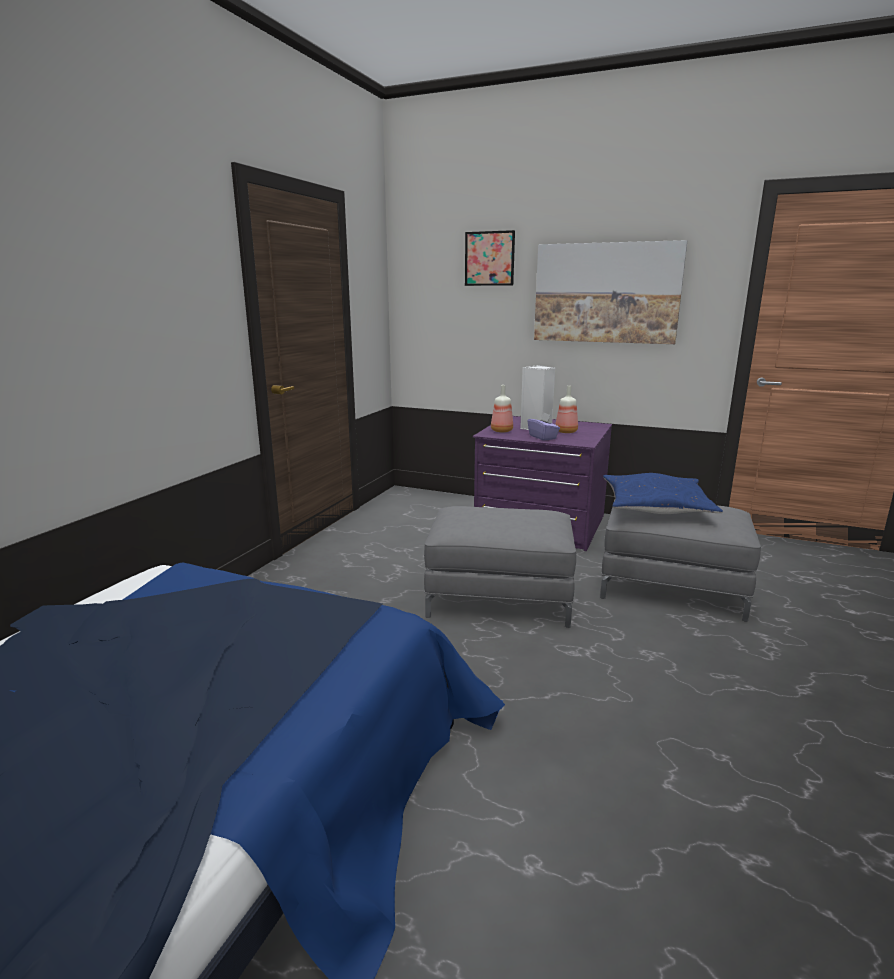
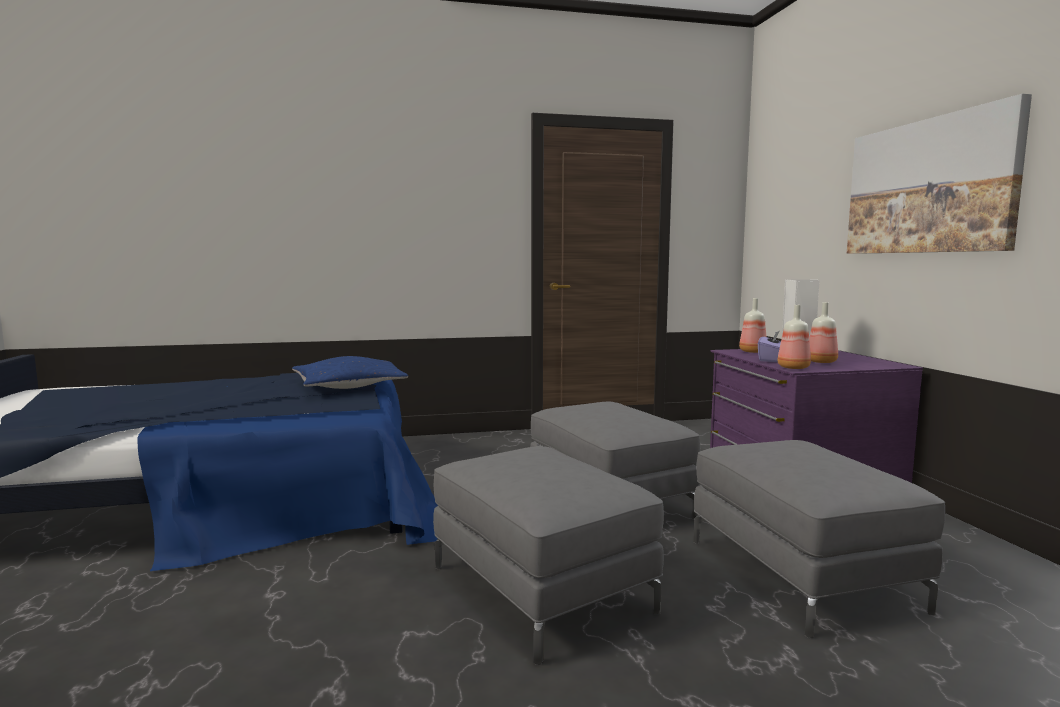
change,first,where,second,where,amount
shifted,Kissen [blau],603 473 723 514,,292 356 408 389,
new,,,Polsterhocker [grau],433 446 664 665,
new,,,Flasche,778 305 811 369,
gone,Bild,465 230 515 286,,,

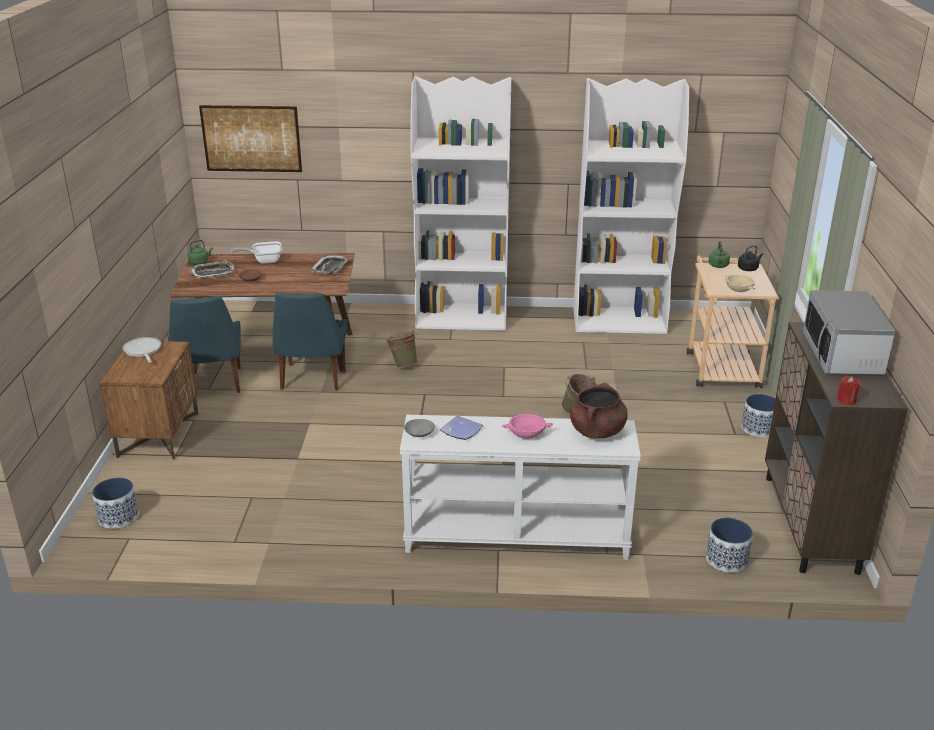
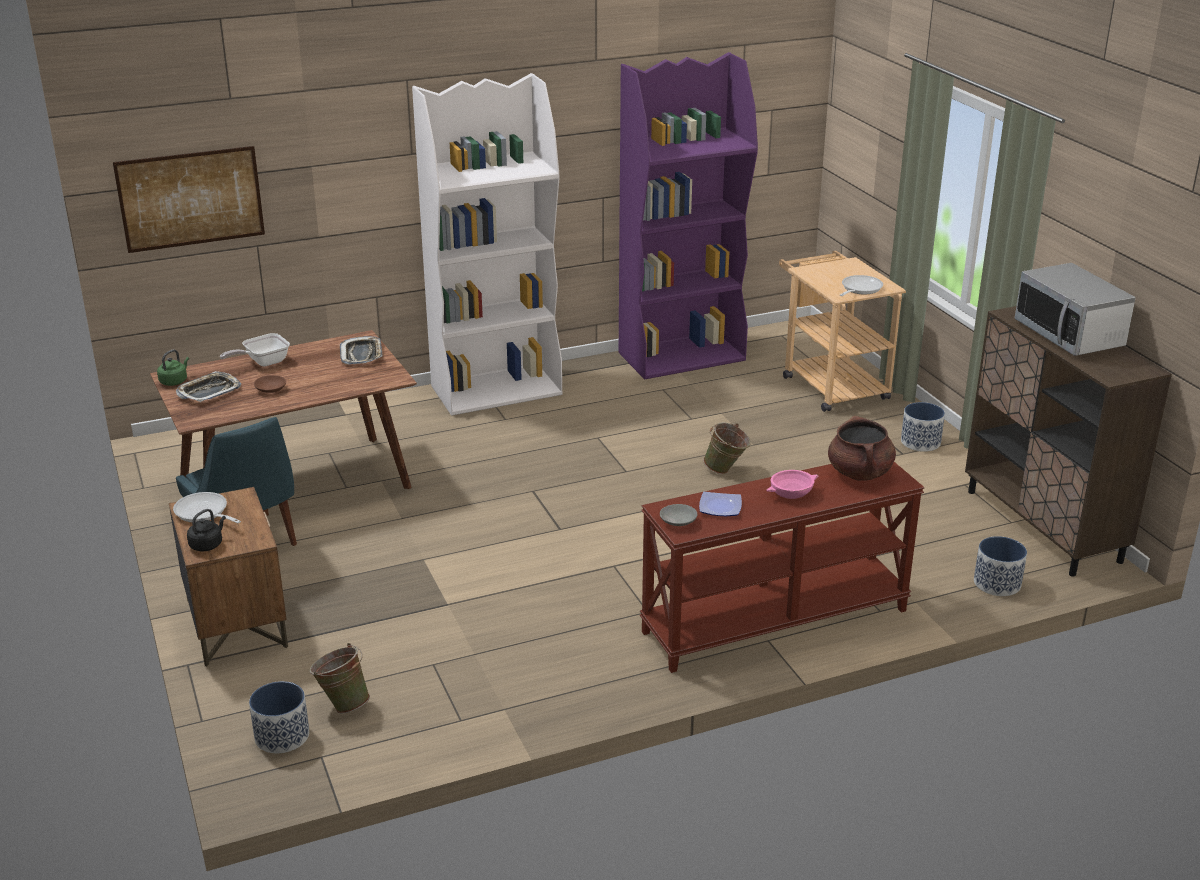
change,first,where,second,where,amount
shifted,Wasserkessel [schwarz],738 245 763 271,,187 509 226 552,
shifted,Eimer [grün],386 330 417 368,,309 643 370 714,
repainted,Bücherregal [weiß],573 78 689 334,Bücherregal [lila],619 52 758 380,
repainted,Konsolentisch [weiß],400 415 641 560,Konsolentisch [braun],640 462 924 673,
swapped,Schüssel [beige],726 275 755 292,Pfanne,840 275 883 296,
gone,Stuhl [blau],272 293 348 391,,,
gone,Wasserkessel [grün],708 241 730 268,,,
gone,Kerze [rot],837 376 861 405,,,

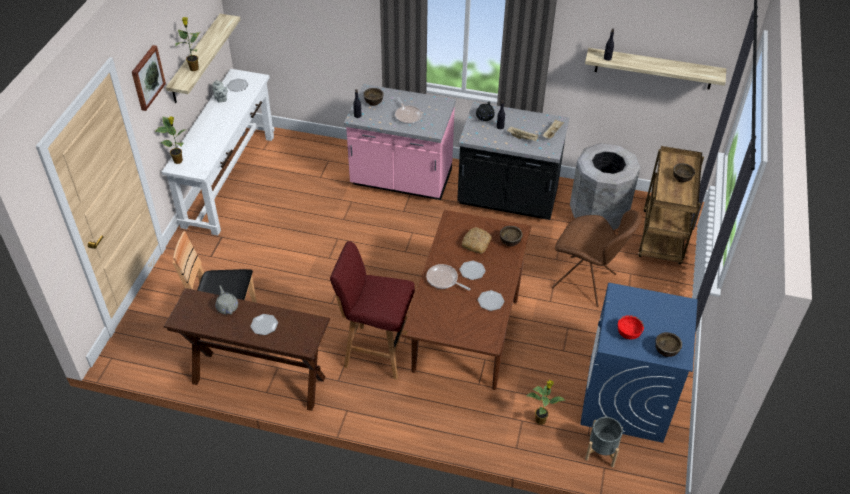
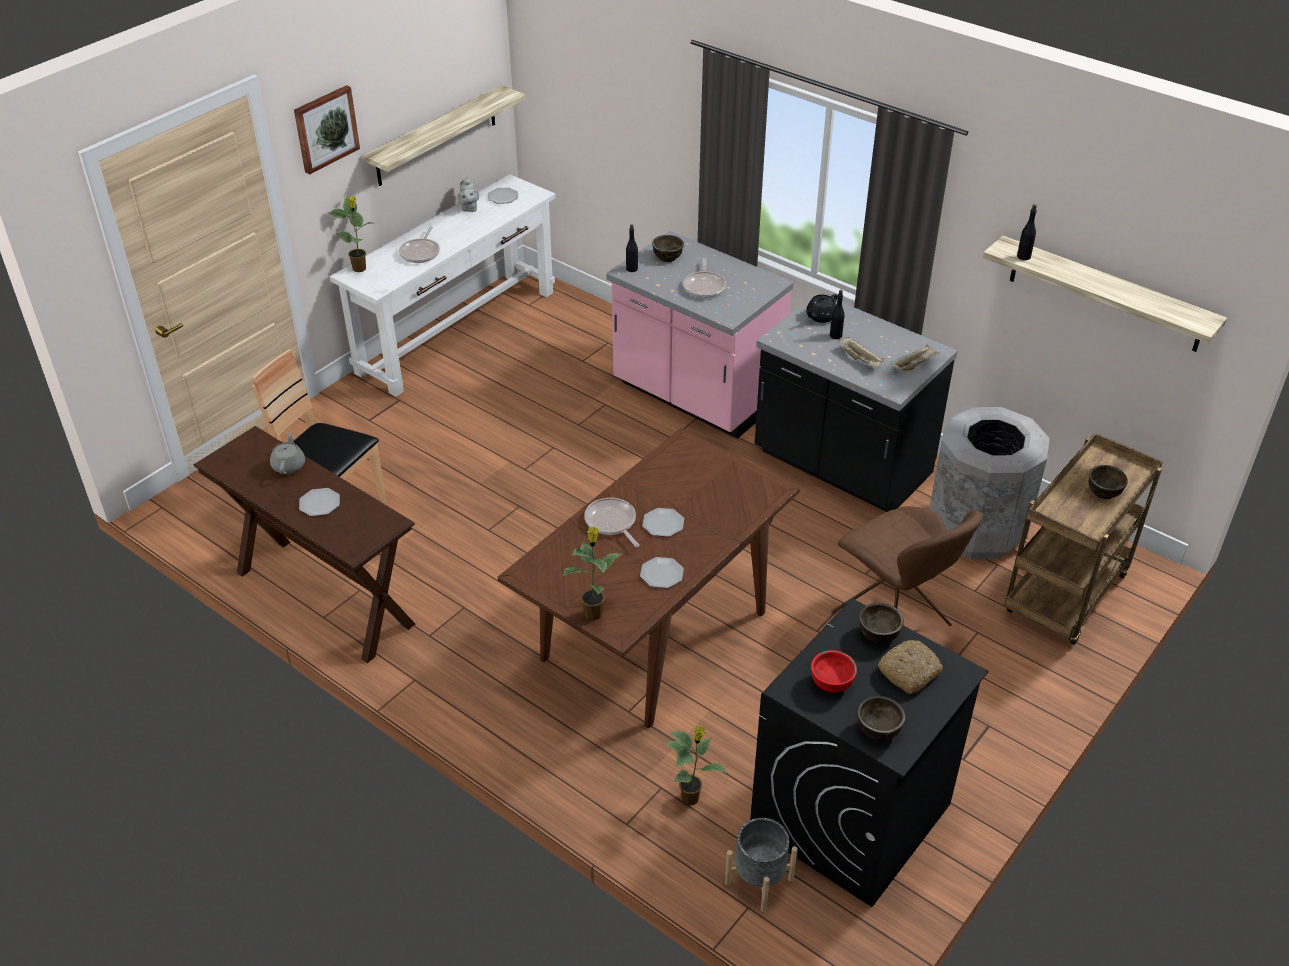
change,first,where,second,where,amount
new,,,Pfanne,399 226 440 263,
shifted,Topfpflanze,175 17 200 71,,562 527 623 621,
repainted,Waschmaschine [blau],580 283 698 443,Waschmaschine [schwarz],750 599 988 907,
shifted,Schüssel [braun],500 226 523 247,,859 603 904 644,
shifted,Brot,462 227 492 254,,878 640 943 694,
gone,Hocker [rot],330 241 415 379,,,

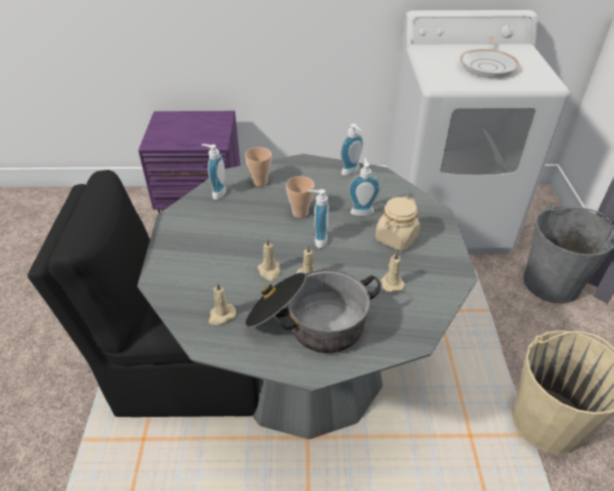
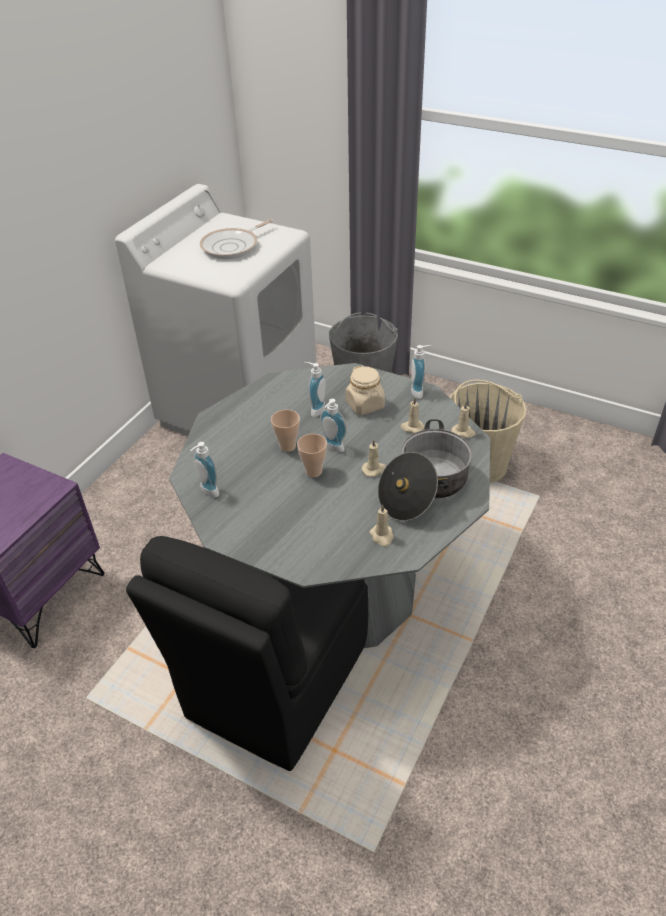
change,first,where,second,where,amount
rotated,Pfanne,460 36 519 78,,200 219 273 259,90 degrees clockwise
shifted,Tasse,245 147 272 187,,297 434 327 477,
shifted,Seifenspender,340 124 363 176,,411 345 432 399,
shifted,Kerze [beige],258 238 281 281,,451 402 476 438,

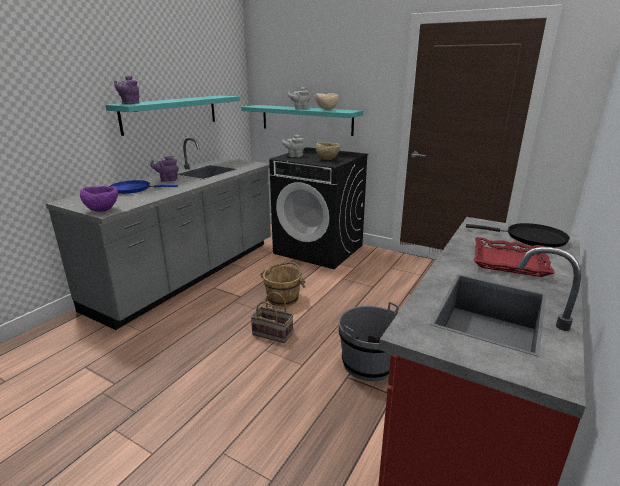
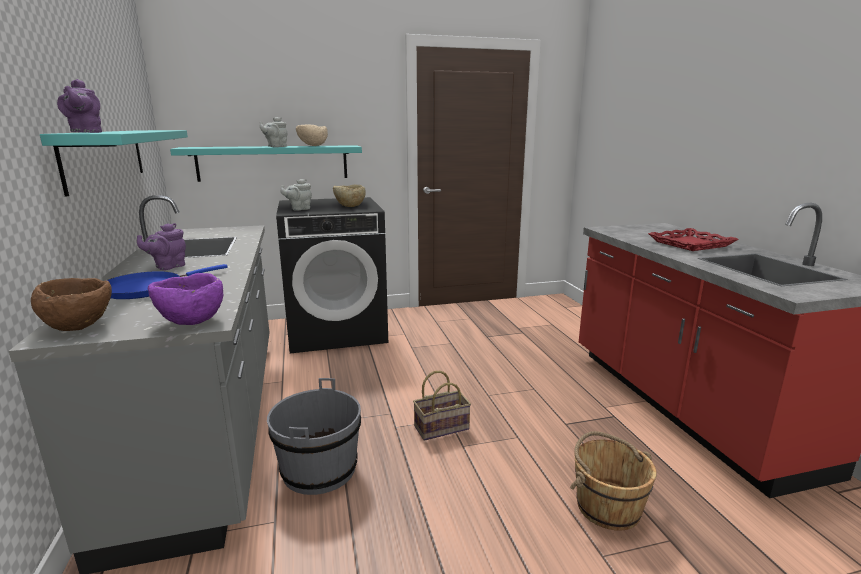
change,first,where,second,where,amount
new,,,Schüssel [braun],31 278 112 331,
shifted,Eimer [grau],339 301 399 381,,267 378 361 495,
shifted,Eimer [braun],260 262 306 306,,570 431 657 531,
gone,Pfanne [schwarz],466 223 570 247,,,

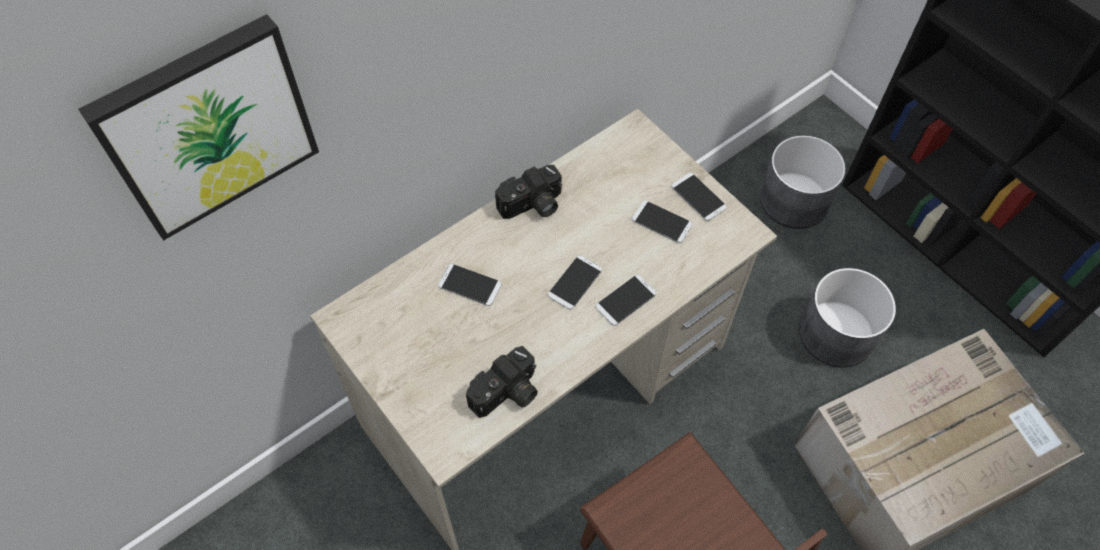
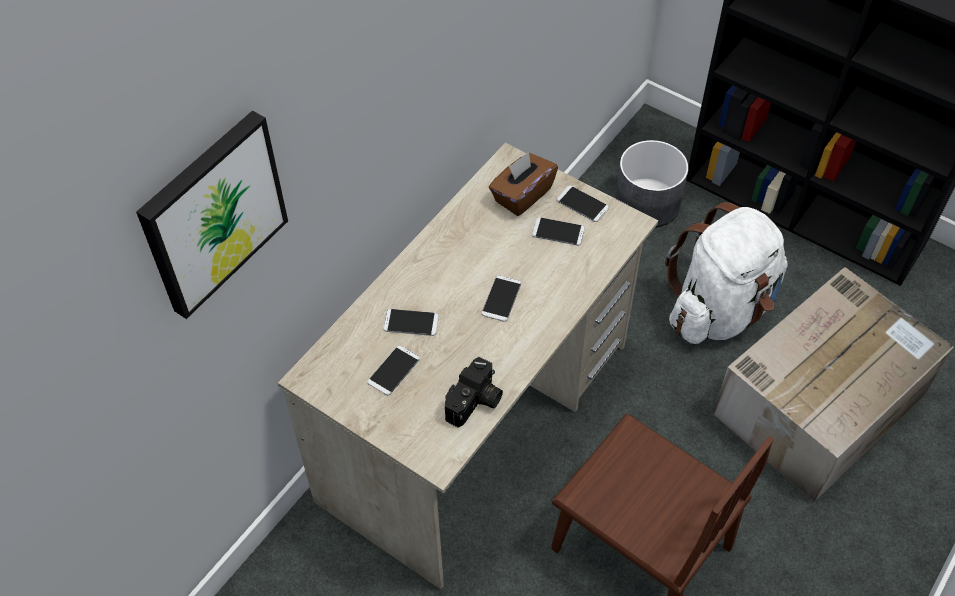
change,first,where,second,where,amount
shifted,Handy,596 275 657 326,,368 345 420 395,
new,,,Taschentuchbox [braun],489 152 558 216,
swapped,Pflanzkübel [grau],799 268 896 368,Rucksack [weiß],665 202 788 344,
gone,Kamera,495 165 562 219,,,

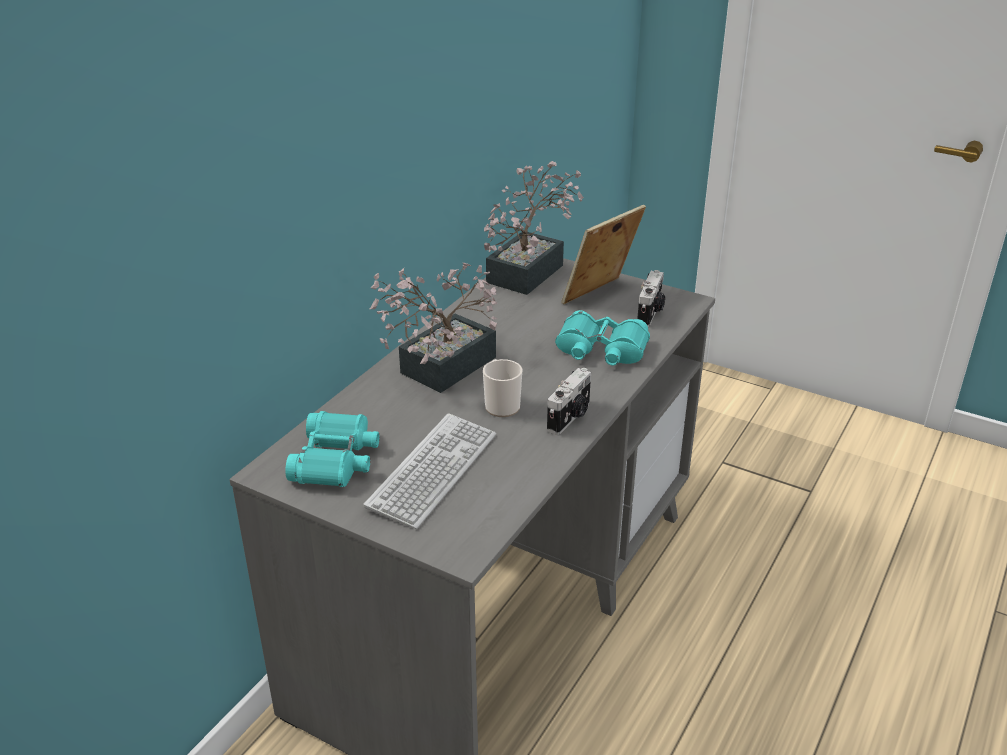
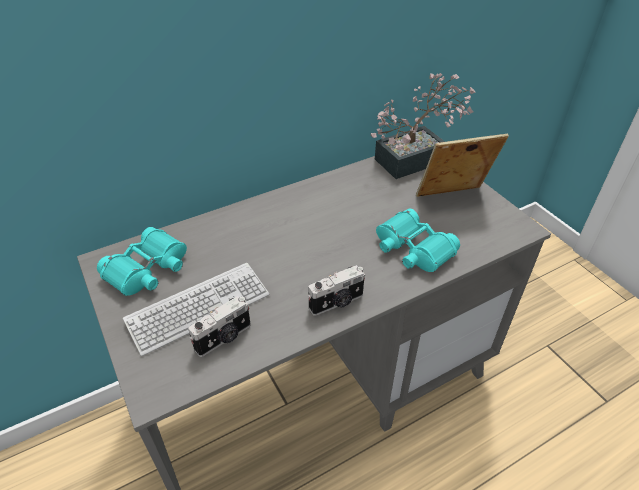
change,first,where,second,where,amount
shifted,Kamera,637 270 665 327,,188 296 251 357,
gone,Topfpflanze,370 263 498 393,,,
gone,Henkelbecher,483 359 522 417,,,

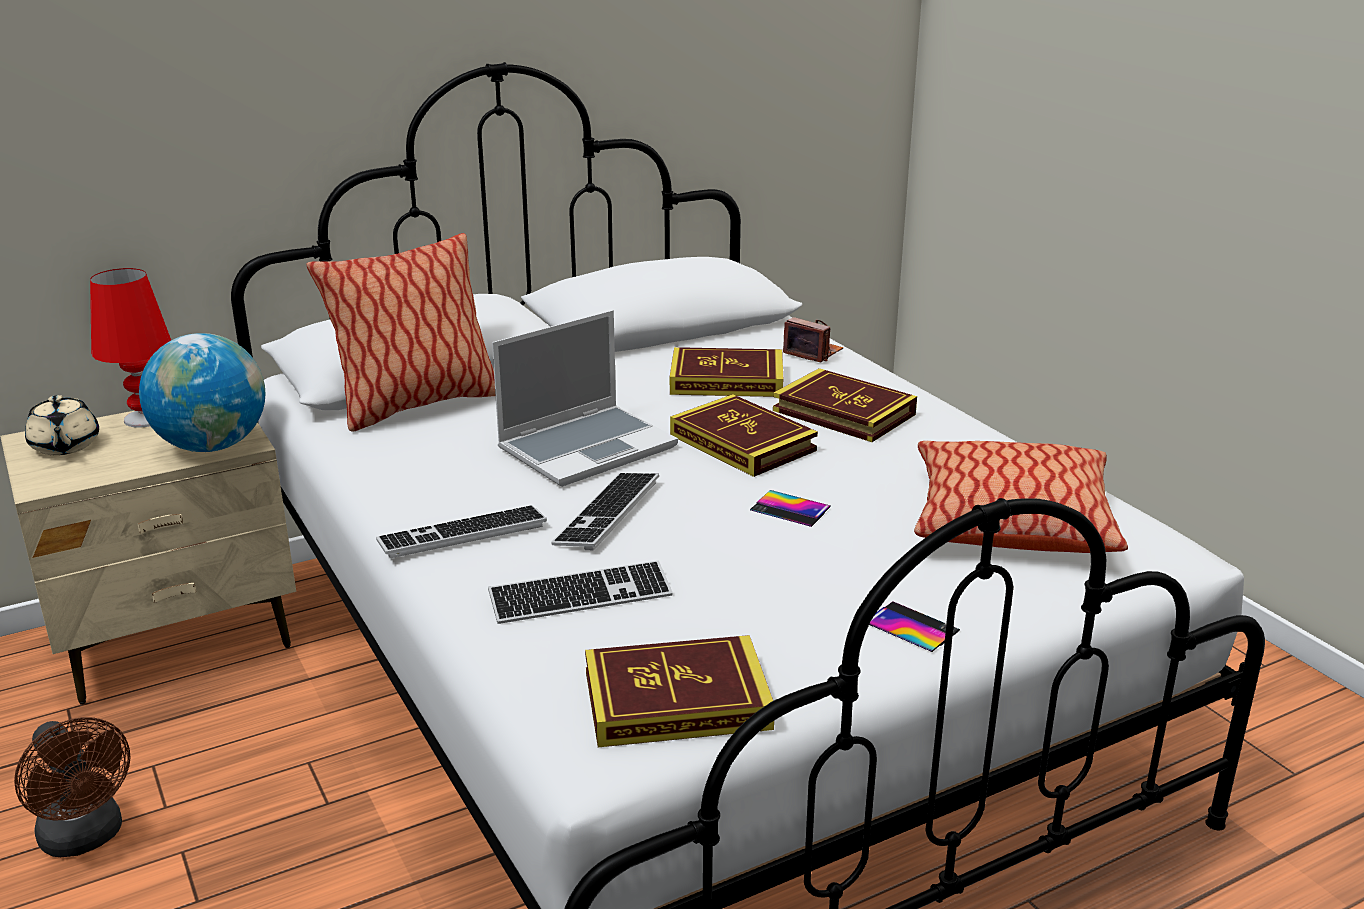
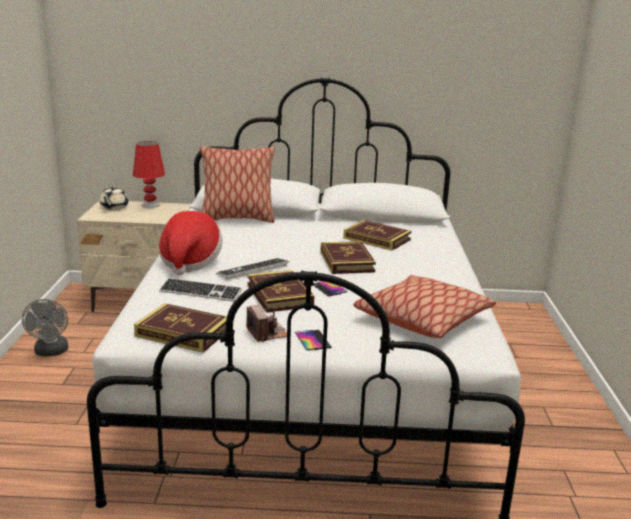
change,first,where,second,where,amount
repainted,Ventilator [braun],14 717 131 857,Ventilator [grau],22 299 68 357,
swapped,Tastatur,376 505 547 558,Hut,159 211 223 275,
shifted,Kamera,783 317 843 362,,246 305 287 342,
shifted,Buch,773 368 917 442,,247 270 314 313,
gone,Globus,139 333 265 452,,,
gone,Laptop,492 310 678 487,,,

